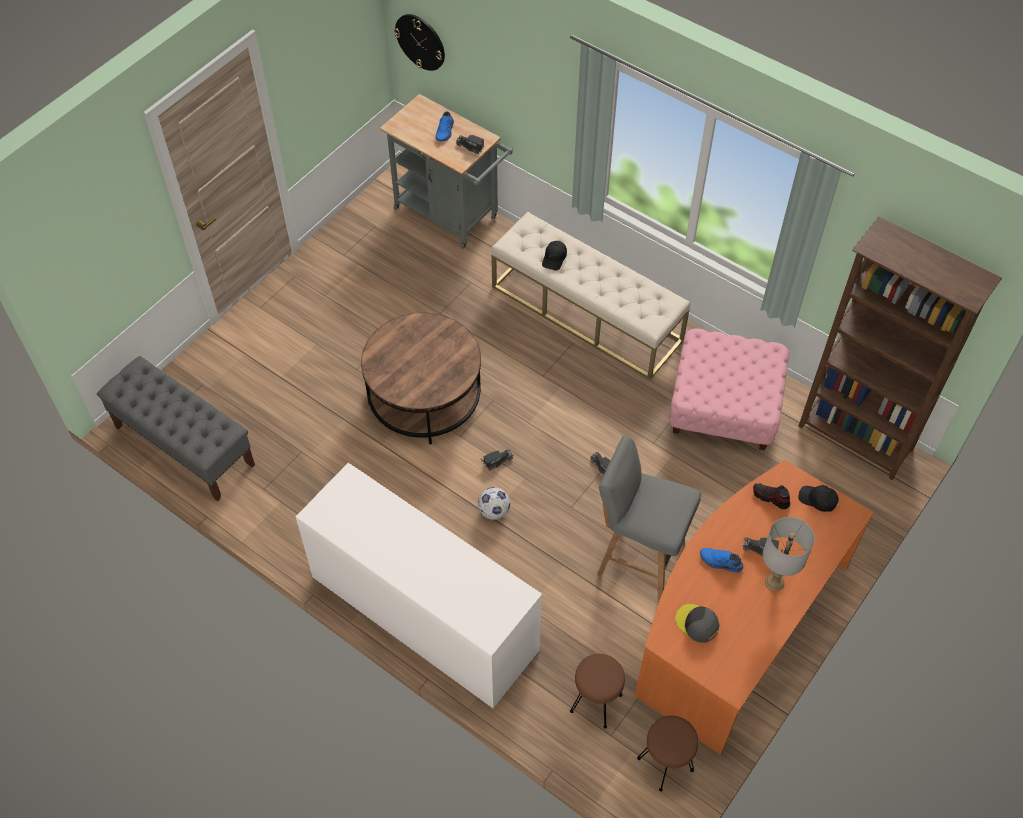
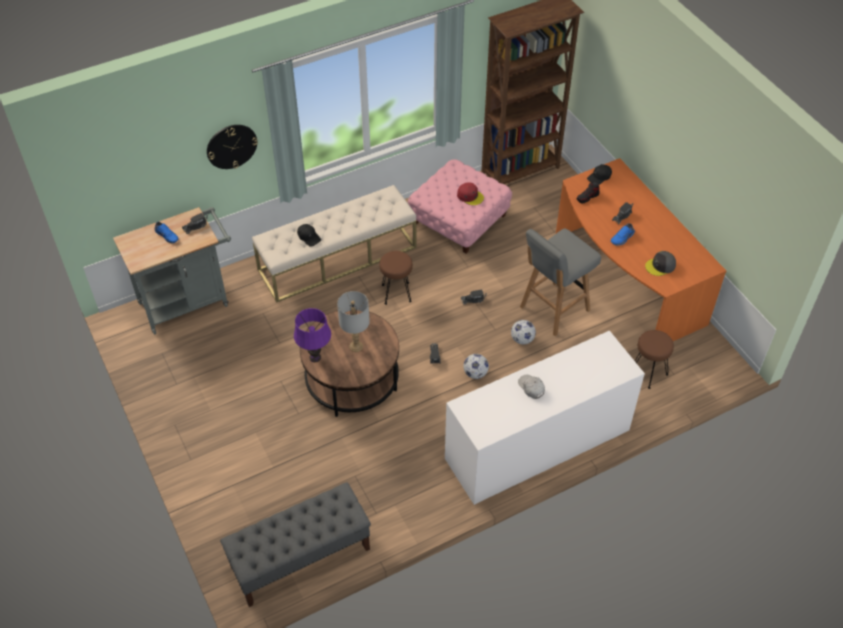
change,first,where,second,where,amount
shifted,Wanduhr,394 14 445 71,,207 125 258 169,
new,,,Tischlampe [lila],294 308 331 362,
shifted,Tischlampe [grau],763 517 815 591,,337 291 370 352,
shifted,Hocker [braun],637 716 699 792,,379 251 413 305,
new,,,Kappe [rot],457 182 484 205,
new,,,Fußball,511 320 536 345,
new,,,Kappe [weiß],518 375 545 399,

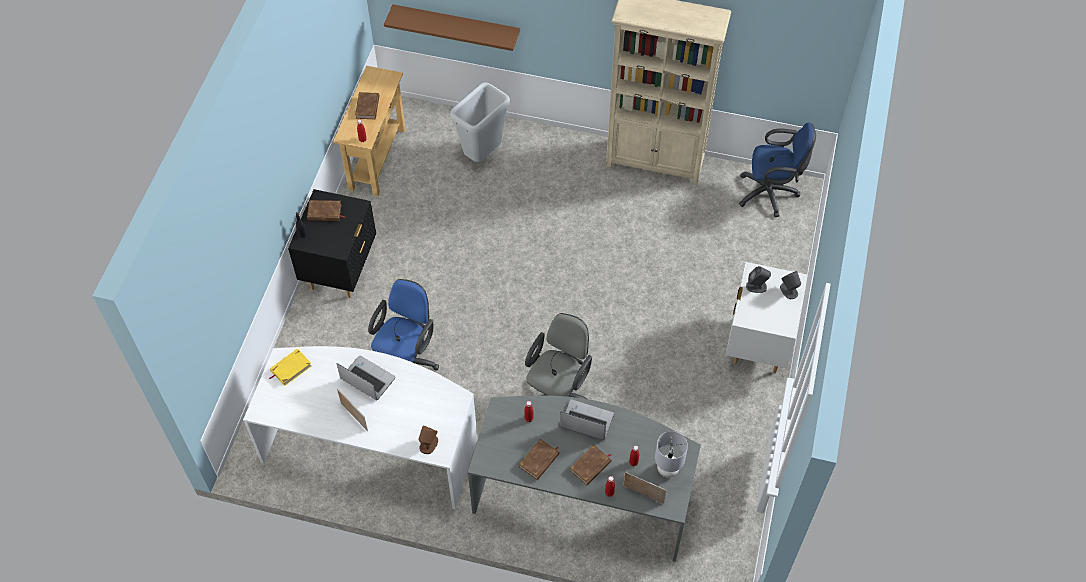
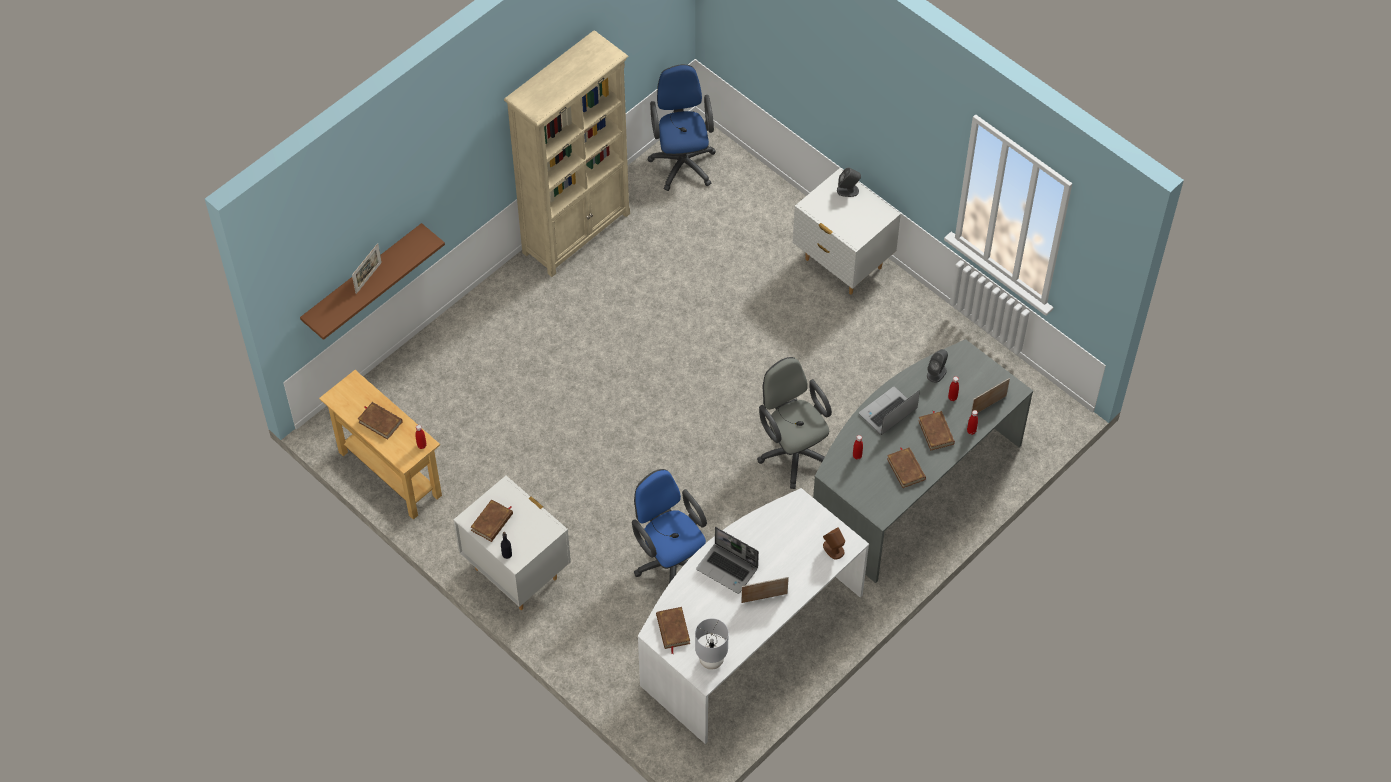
change,first,where,second,where,amount
new,,,Bilderrahmen,352 243 382 294,
repainted,Nachttisch [schwarz],288 189 376 298,Nachttisch [weiß],453 476 571 610,
rotated,Bürostuhl [blau],739 123 816 217,,648 64 716 191,45 degrees counterclockwise
repainted,Buch [gelb],269 349 312 386,Buch [braun],656 607 690 654,
shifted,Tischlampe [grau],655 431 688 478,,695 618 729 670,
rotated,Laptop,336 356 396 400,,696 527 759 594,120 degrees counterclockwise
shifted,Lautsprecher [grau],746 266 771 293,,927 349 948 383,
gone,Mülleimer [grau],450 82 510 162,,,

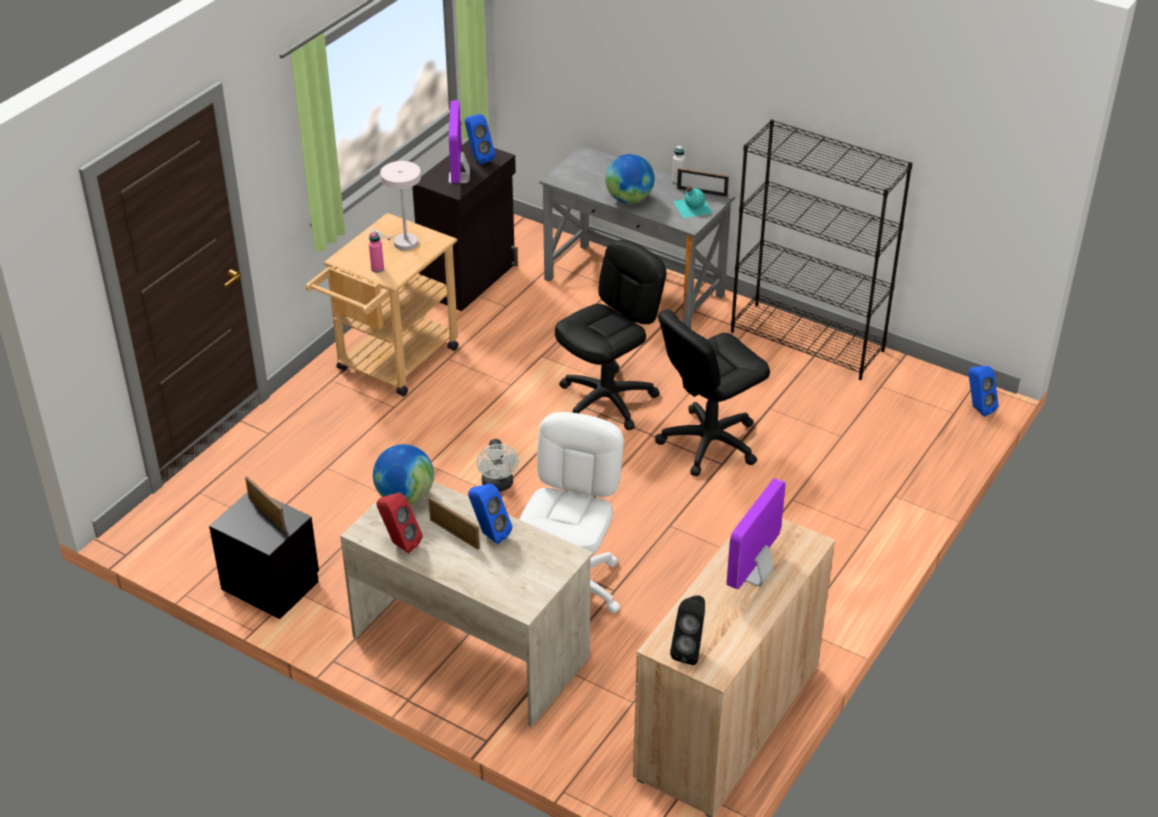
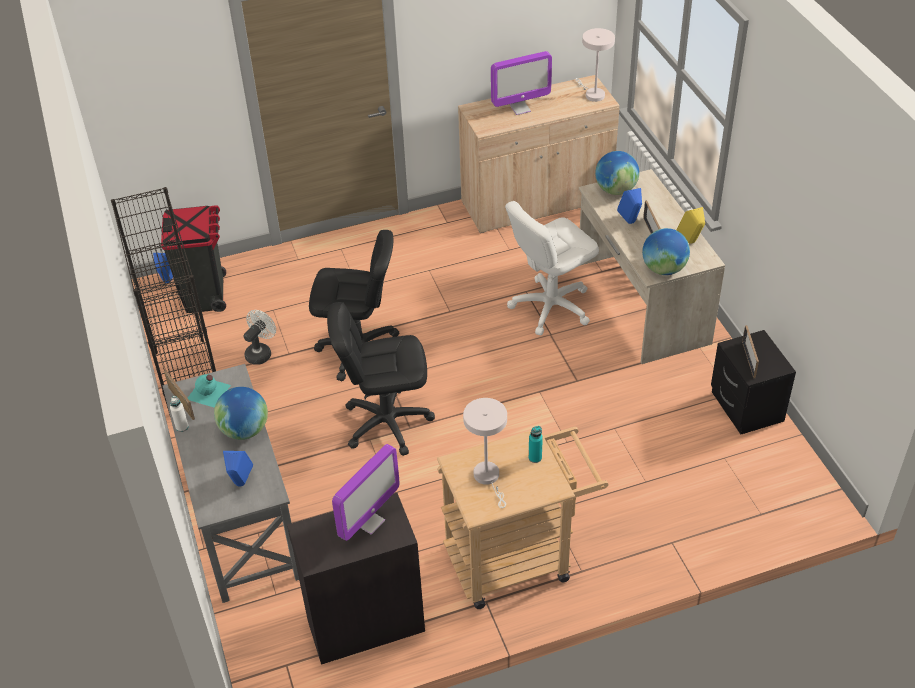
change,first,where,second,where,amount
new,,,Mülleimer [schwarz],161 205 226 313,
shifted,Lautsprecher [blau],465 114 495 164,,223 451 253 486,
shifted,Ventilator [weiß],476 439 519 492,,244 310 276 365,
repainted,Flasche [rosa],369 232 384 273,Flasche [türkis],529 426 543 463,
swapped,Lautsprecher [schwarz],670 595 705 665,Tischlampe [weiß],575 28 615 102,
new,,,Globus,595 151 639 195,
repainted,Lautsprecher [rot],377 493 423 553,Lautsprecher [gelb],677 207 705 243,

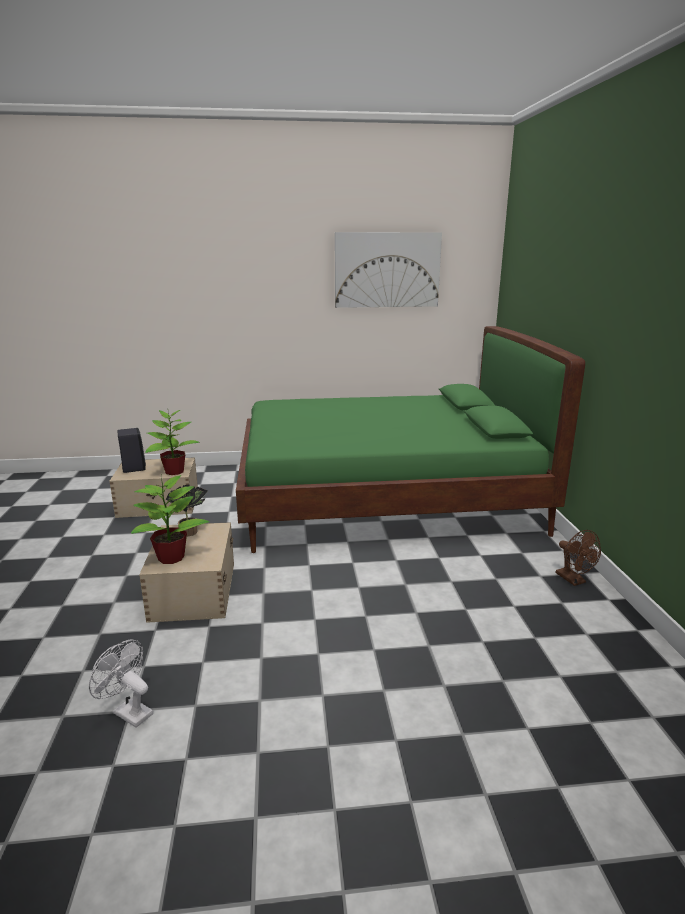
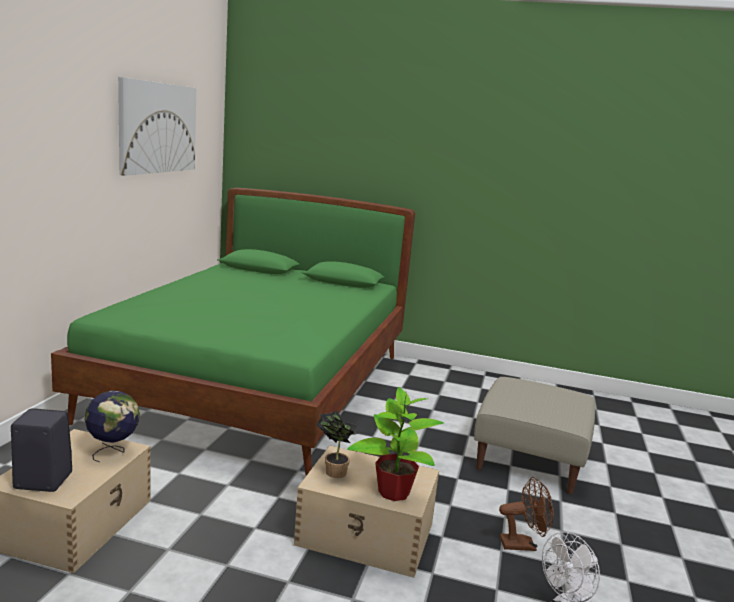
change,first,where,second,where,amount
swapped,Topfpflanze,145 408 200 475,Globus,85 391 140 463,
new,,,Polsterhocker [beige],474 377 595 494,
shifted,Ventilator [braun],556 530 601 586,,499 477 554 551,

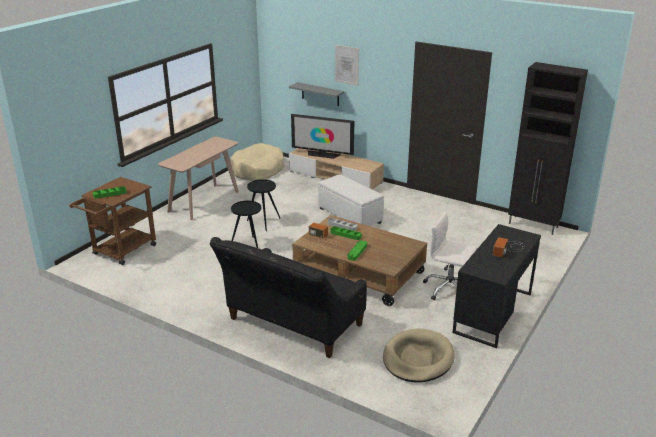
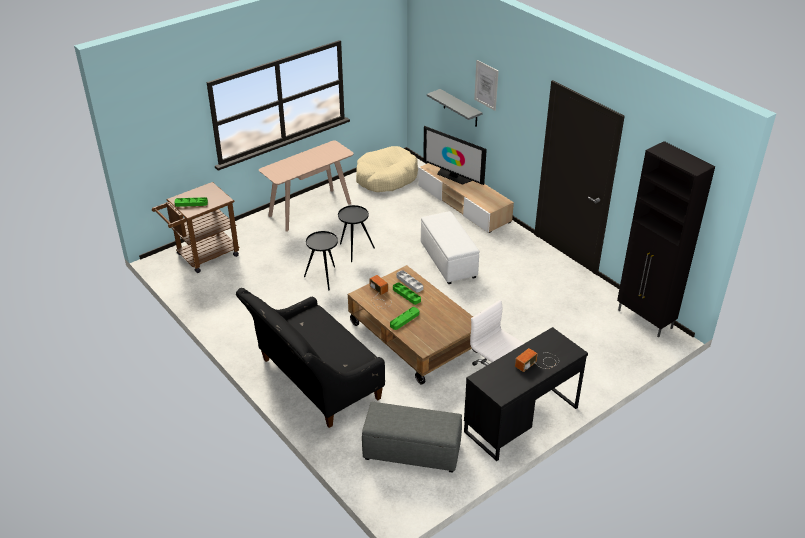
change,first,where,second,where,amount
swapped,Hundebett [beige],383 328 455 383,Polsterhocker [grau],362 402 462 473,

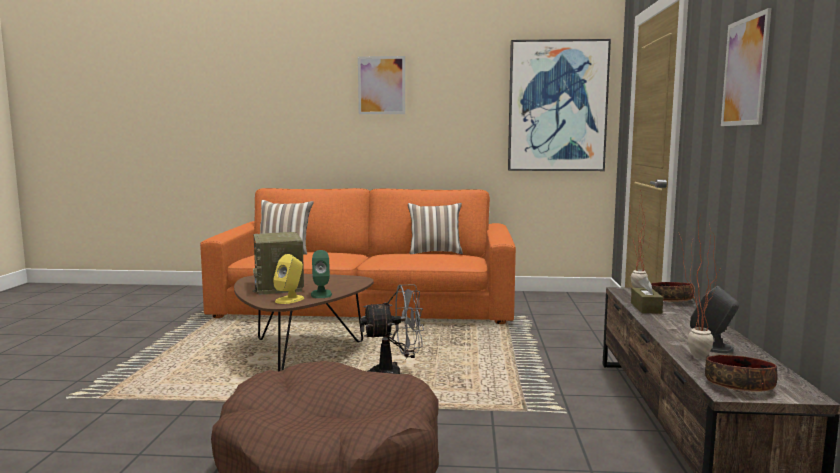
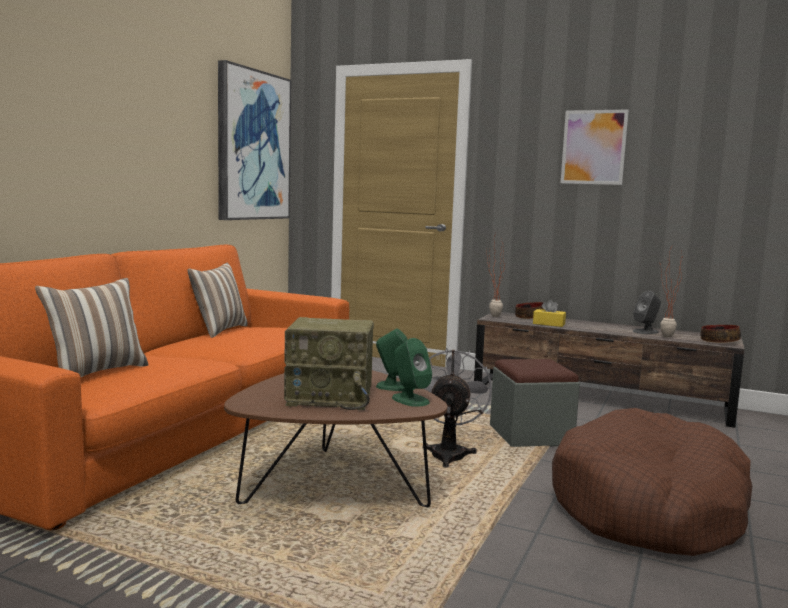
change,first,where,second,where,amount
repainted,Lautsprecher [gelb],273 254 304 304,Lautsprecher [grün],392 338 432 407,
new,,,Polsterhocker [grau],490 359 580 447,
repainted,Taschentuchbox [braun],631 276 663 314,Taschentuchbox [gelb],533 299 566 327,
gone,Bild,358 56 405 114,,,

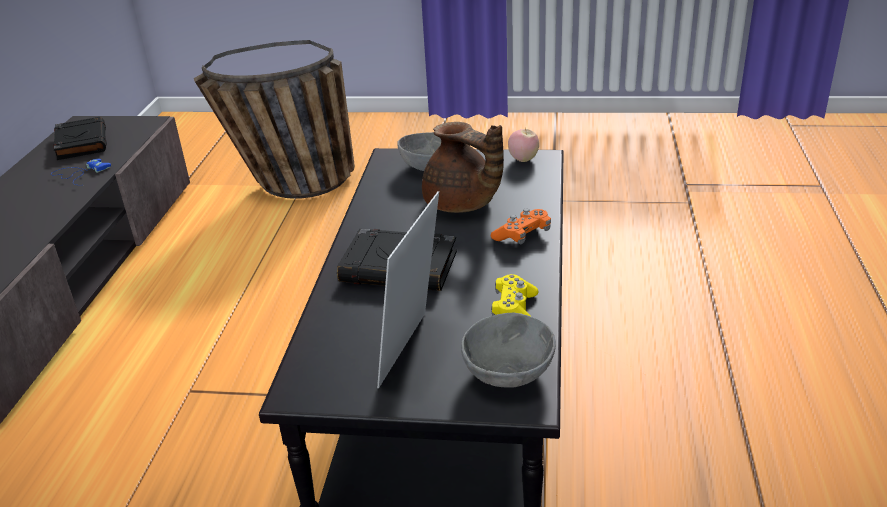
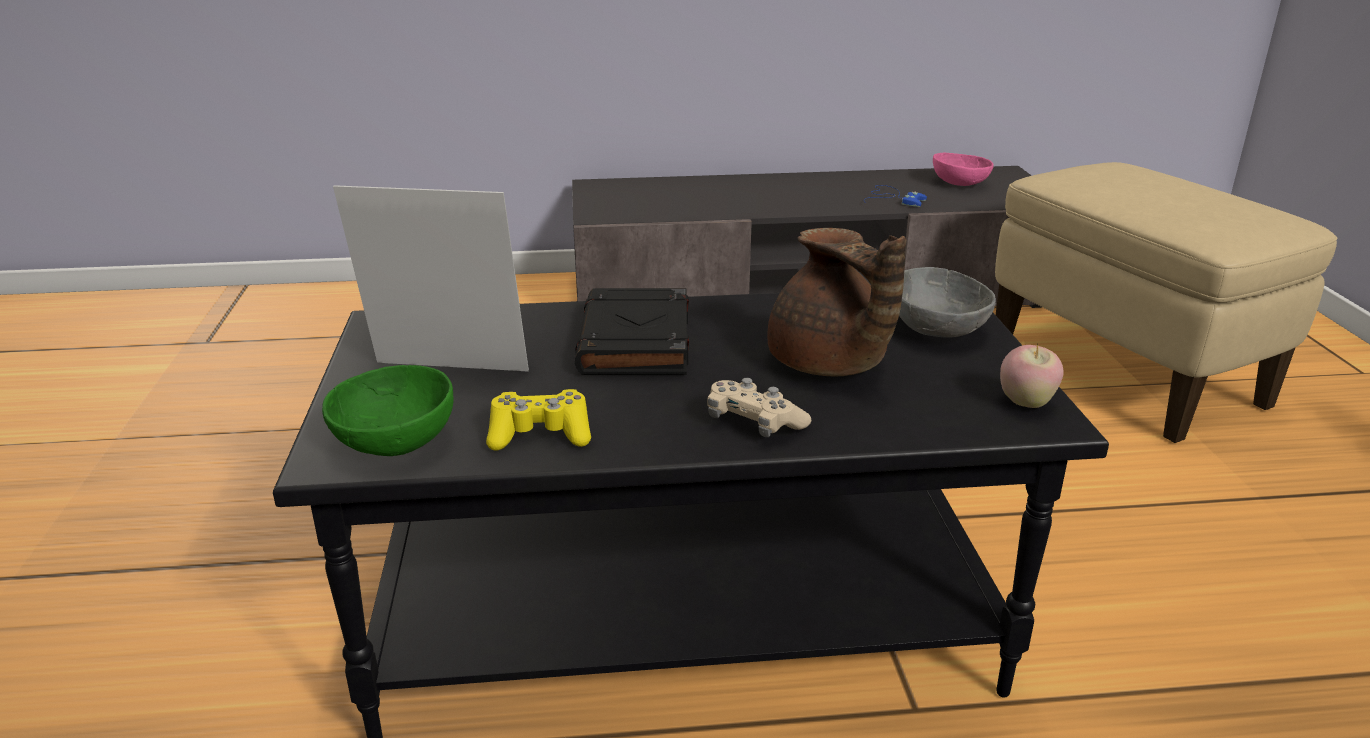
change,first,where,second,where,amount
repainted,Schüssel [grau],461 313 556 388,Schüssel [grün],322 365 454 456,
repainted,Gamepad [orange],491 209 551 244,Gamepad [beige],707 378 811 437,
rotated,Teekanne [braun],422 122 504 213,,767 228 906 376,60 degrees counterclockwise
swapped,Buch [schwarz],53 117 107 160,Schüssel [rosa],933 153 994 186,
swapped,Korb,194 40 355 199,Polsterhocker [beige],995 162 1337 443,

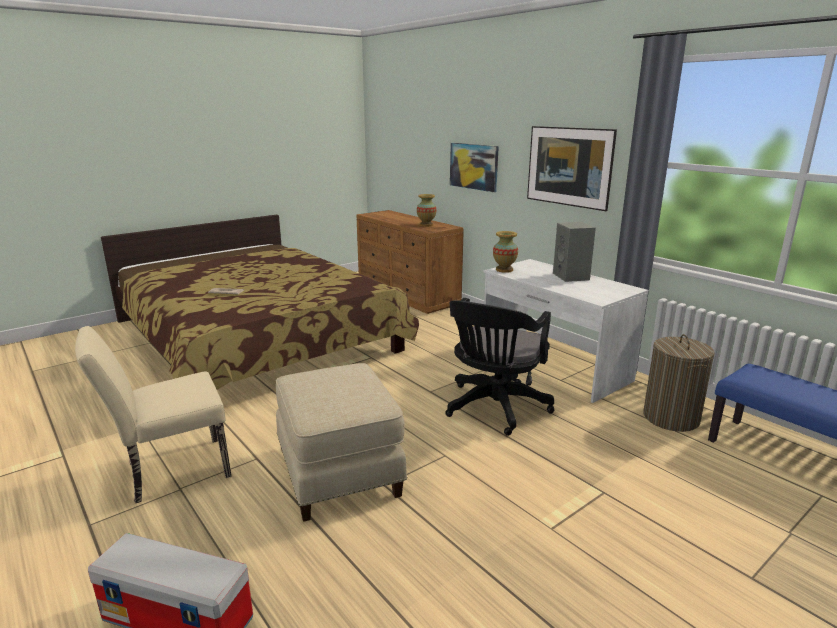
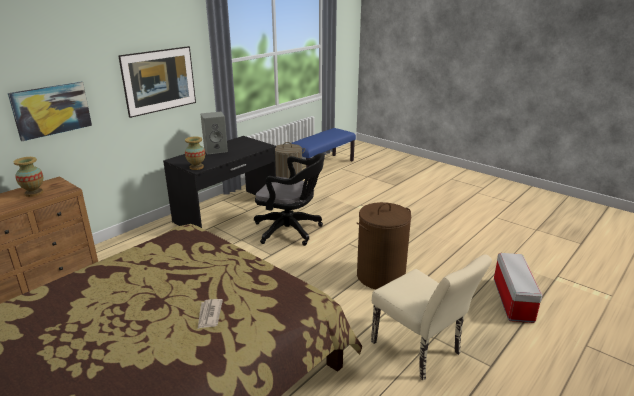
change,first,where,second,where,amount
repainted,Schreibtisch [weiß],483 259 648 403,Schreibtisch [schwarz],163 136 276 228,
swapped,Polsterhocker [beige],276 363 407 522,Wäschekorb [braun],357 202 411 289,

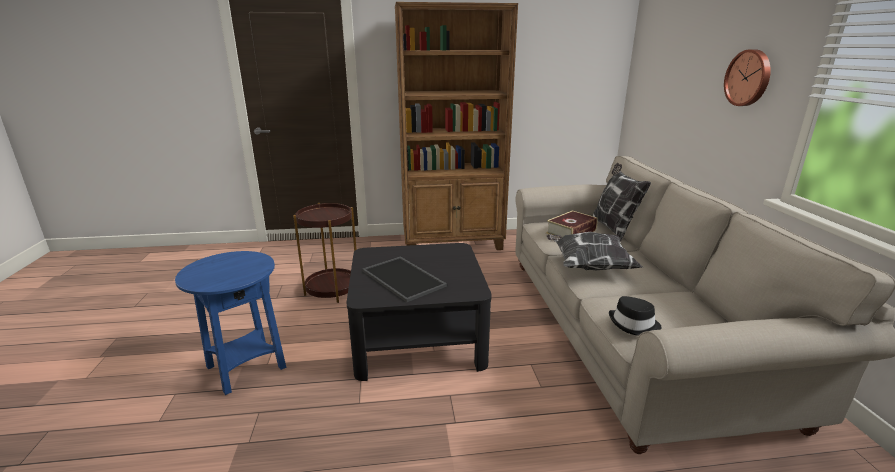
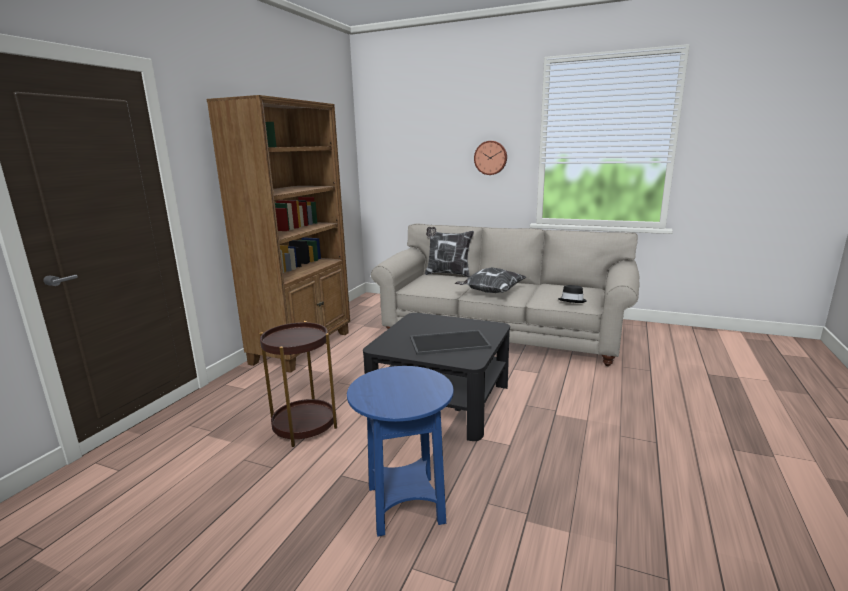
change,first,where,second,where,amount
gone,Buch,546 211 597 238,,,

